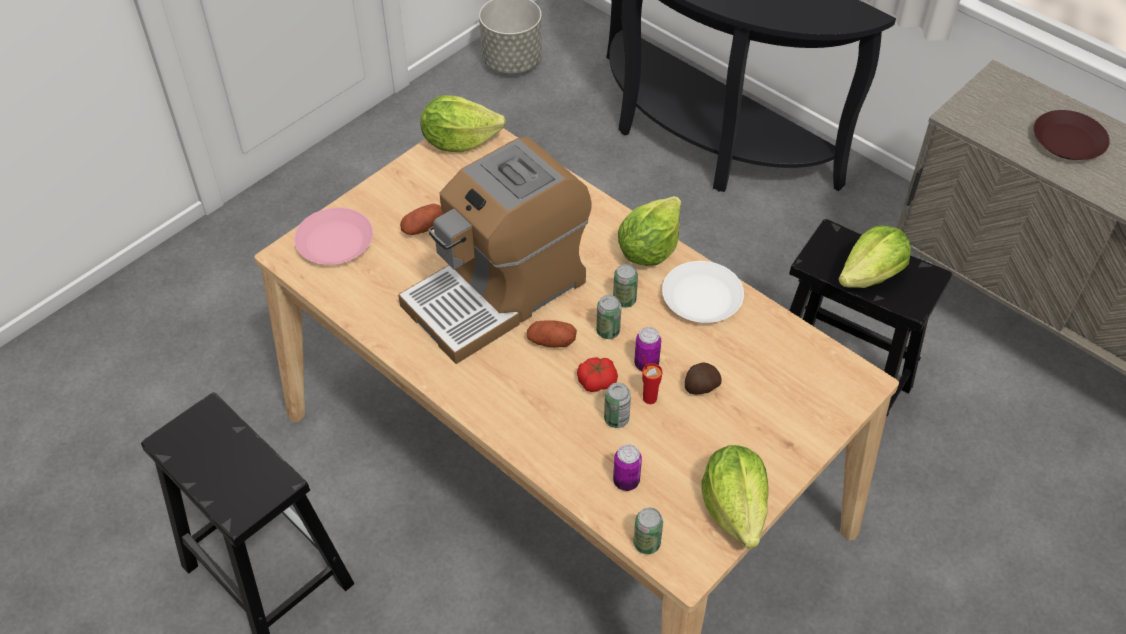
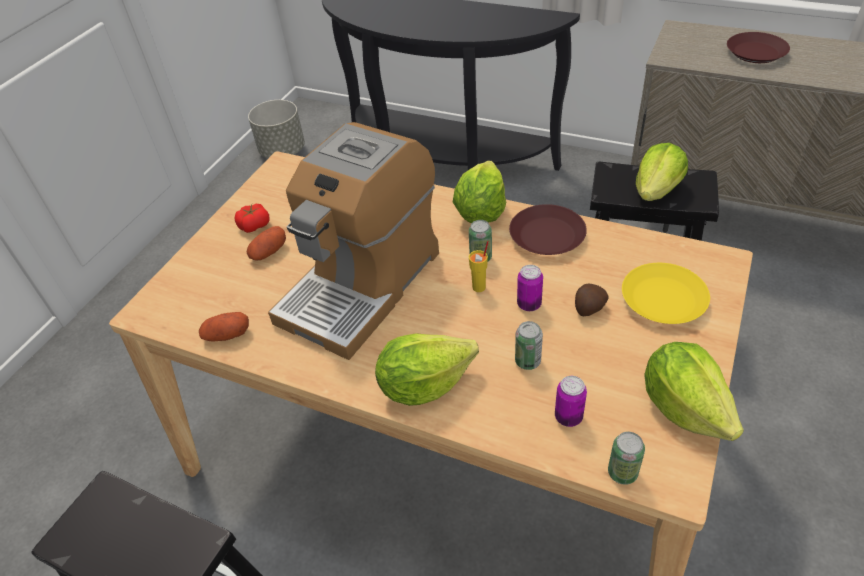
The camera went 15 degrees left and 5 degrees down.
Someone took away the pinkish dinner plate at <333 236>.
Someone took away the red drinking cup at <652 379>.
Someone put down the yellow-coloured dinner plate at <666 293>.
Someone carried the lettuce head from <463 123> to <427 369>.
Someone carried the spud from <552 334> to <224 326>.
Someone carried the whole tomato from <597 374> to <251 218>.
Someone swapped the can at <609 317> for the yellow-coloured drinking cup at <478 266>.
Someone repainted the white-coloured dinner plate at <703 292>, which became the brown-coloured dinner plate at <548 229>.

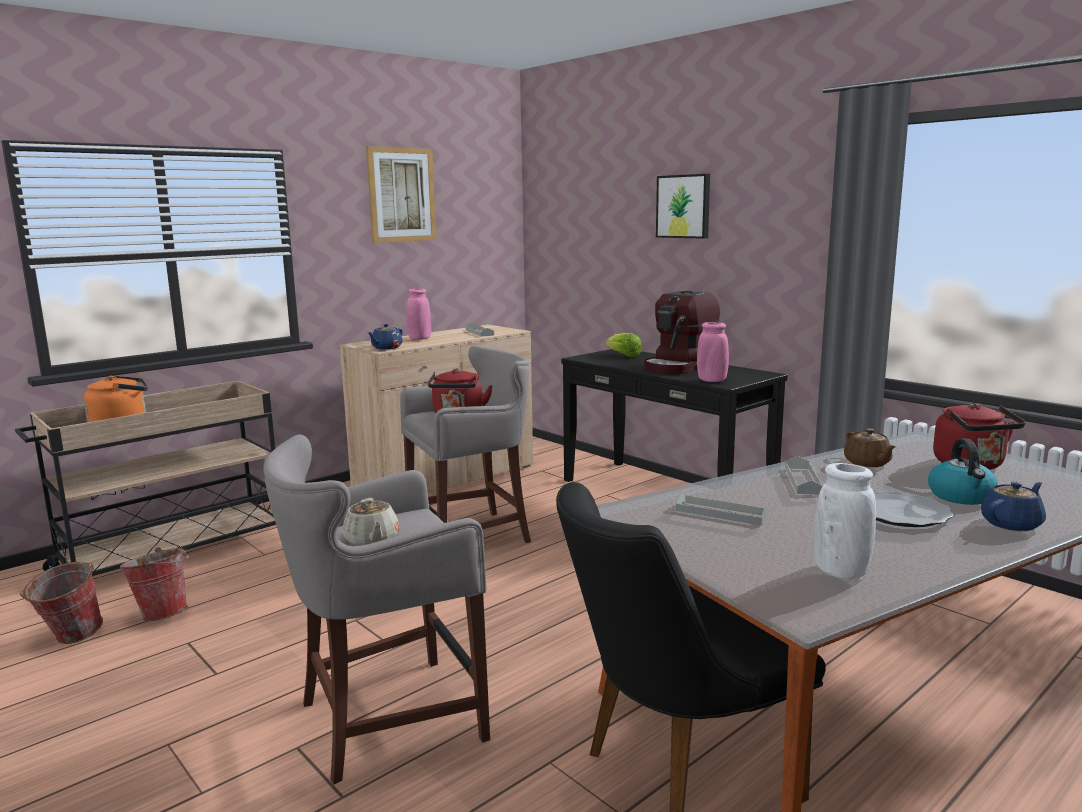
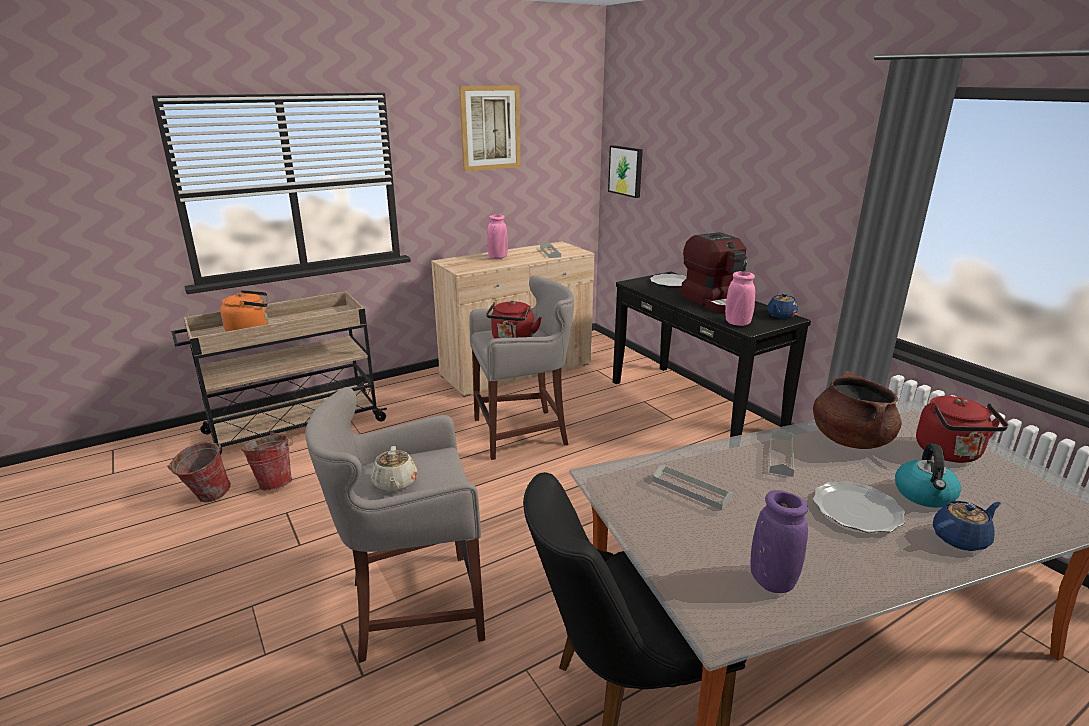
The camera went 10 degrees right and 10 degrees up.
Someone carried the bluish pot for tea from <385 336> to <782 306>.
Someone carried the picture from <683 206> to <625 171>.
Someone swapped the lettuce head at <623 345> for the dinner plate at <668 281>.
Someone swapped the brown-coloured pot for tea at <870 447> for the brown-coloured cooking pot at <857 410>.
Someone repainted the white-coloured vase at <845 521>, which became the purplish vase at <779 541>.
Someone rotated the coffee maker at <682 332> by 75 degrees counterclockwise.

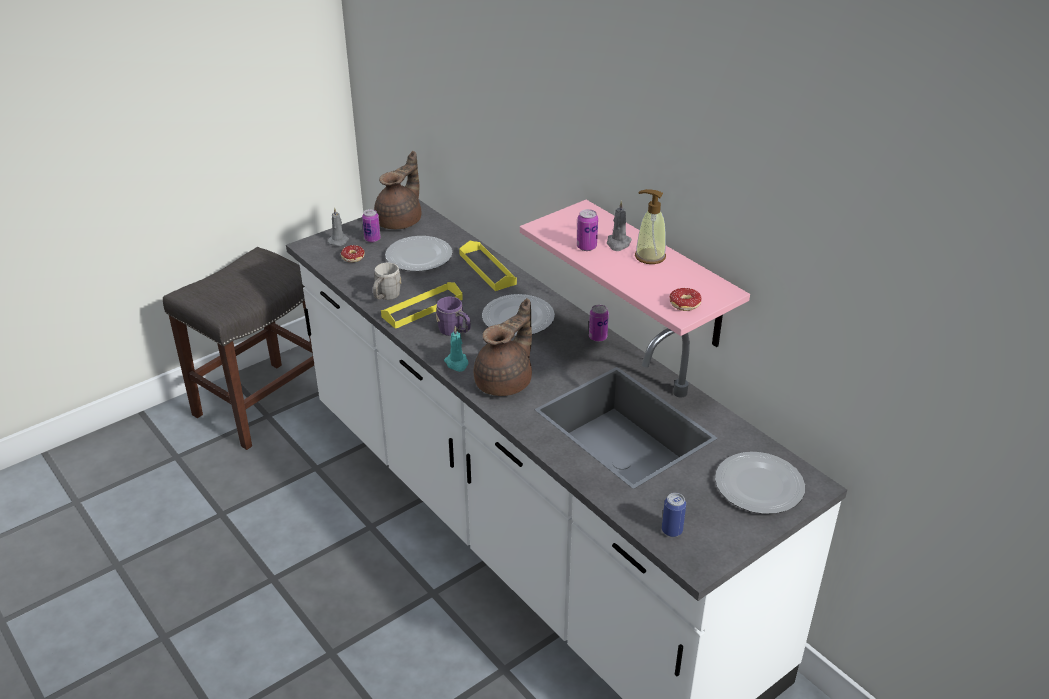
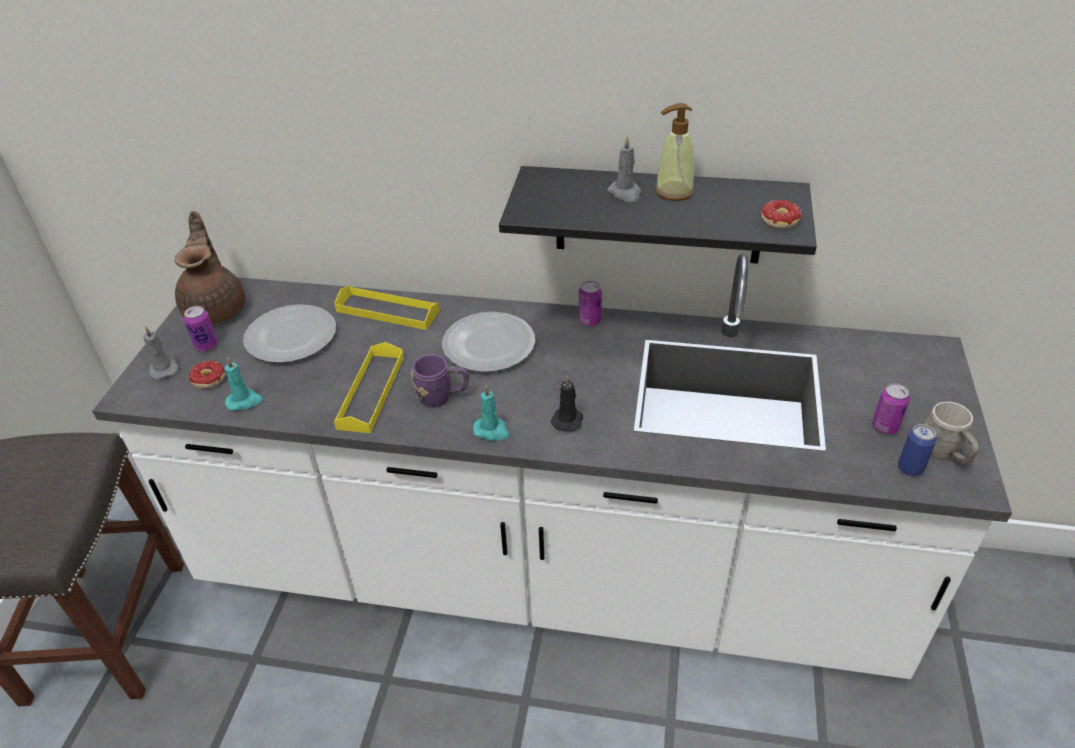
The camera went 40 degrees left and 5 degrees up.
Someone took away the dinner plate at <760 483>.
Someone put down the turquoise wax candle at <243 384>.
Someone carried the gray coffee mug from <387 281> to <952 432>.
Someone carried the can from <587 230> to <891 408>.
Someone swapped the brown-coloured pot for tea at <503 347> for the black wax candle at <567 403>.
Someone repainted the pinkish shelf at <635 273>, which became the black shelf at <658 215>.

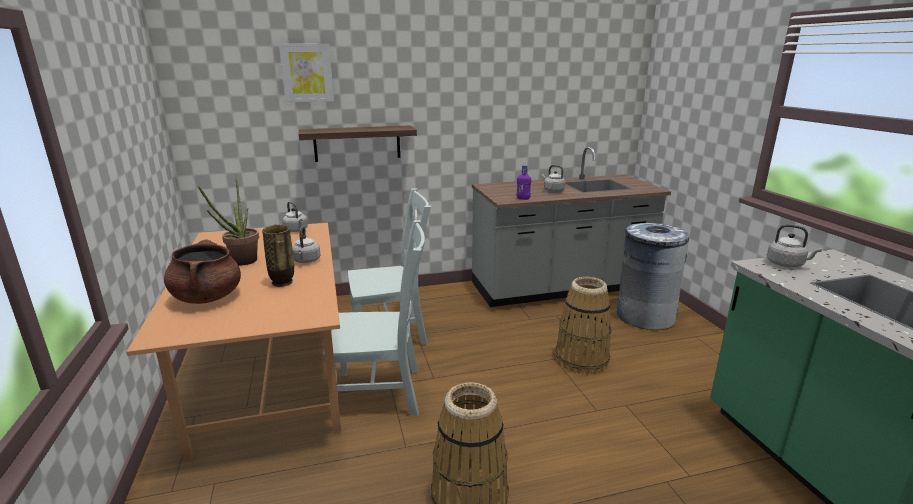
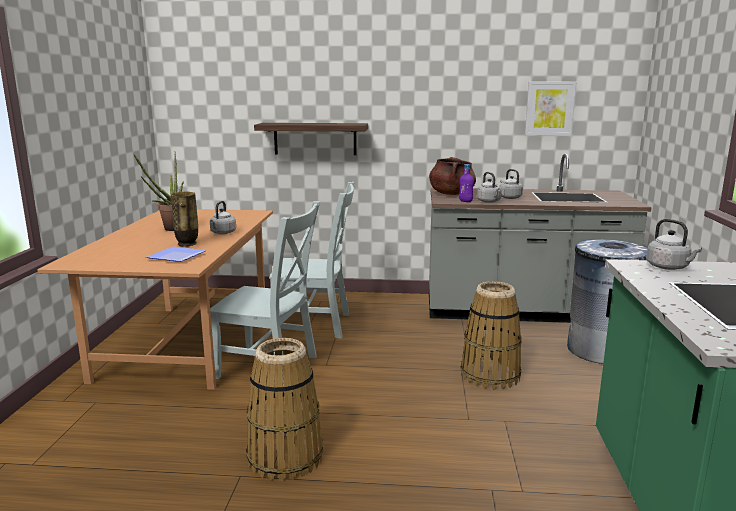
The camera went 20 degrees right and 5 degrees down.
Someone put down the dinner plate at <176 254>.
Someone carried the brown-coloured cooking pot from <202 271> to <452 176>.
Someone carried the picture from <306 72> to <550 109>.
Someone carried the gray water kettle from <295 216> to <489 187>.

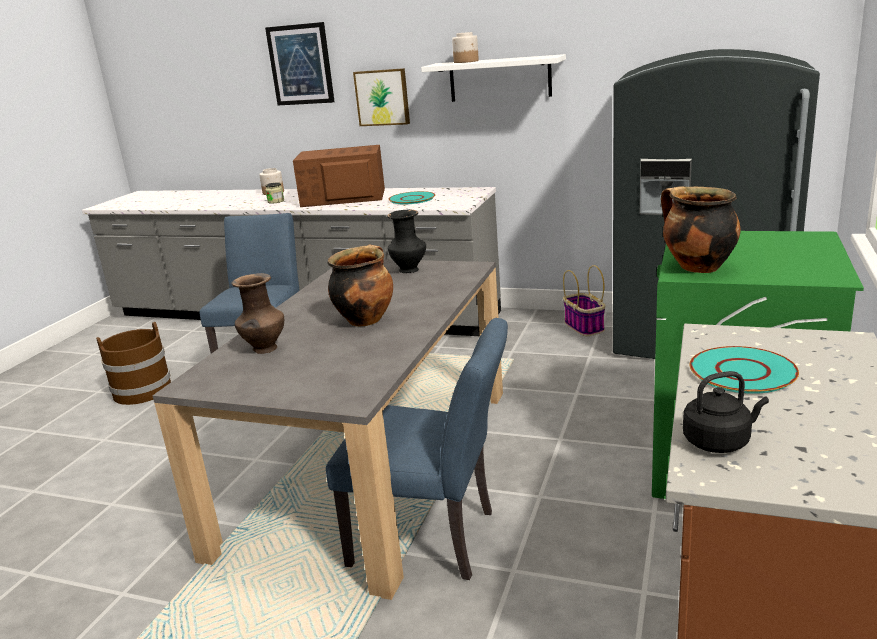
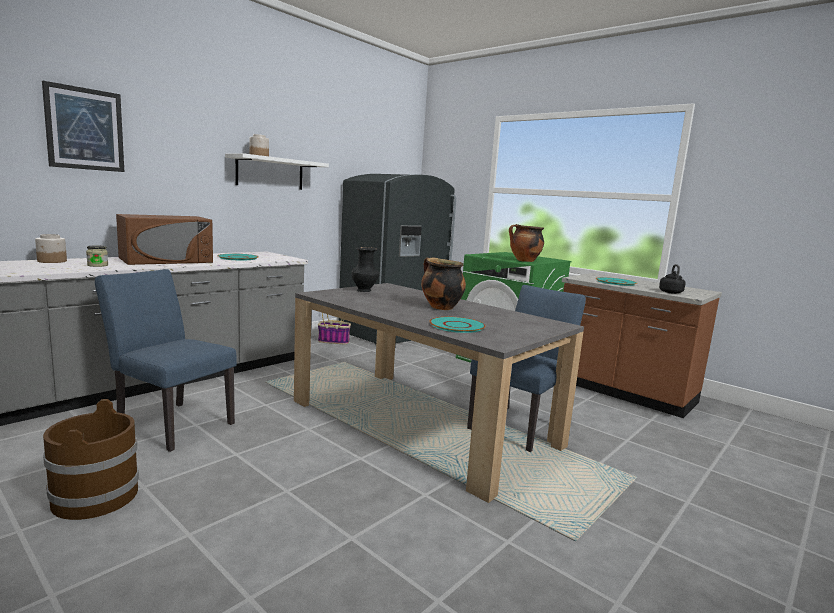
The camera went 70 degrees left and 10 degrees down.
Someone took away the picture at <381 97>.
Someone swapped the brown-coloured vase at <257 313> for the turquoise dinner plate at <457 325>.
Someone rotated the brown-coloured microwave oven at <339 176> by 150 degrees counterclockwise.

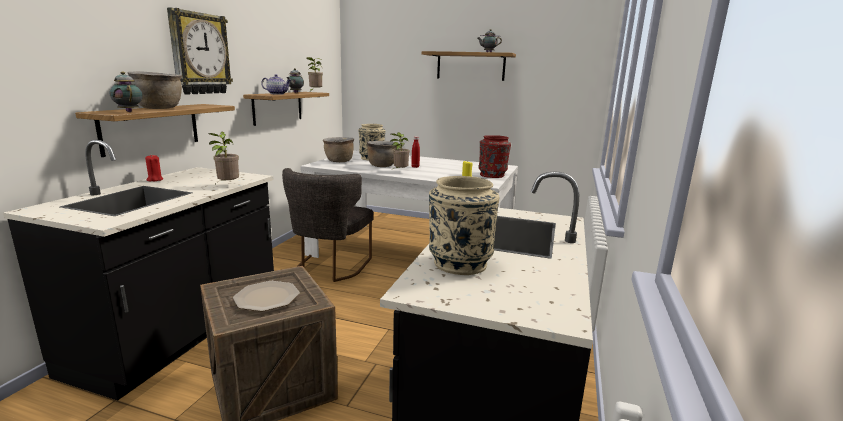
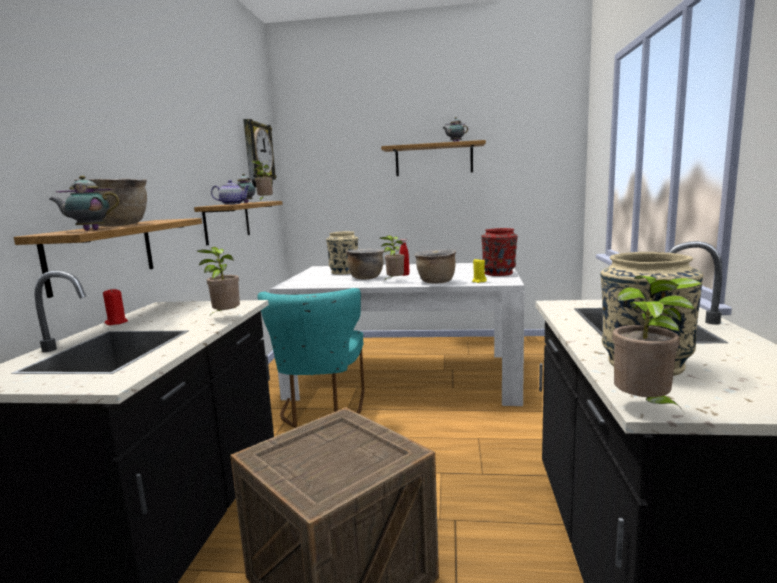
The camera went 10 degrees left and 5 degrees down.
Someone took away the dinner plate at <266 296>.
Someone put down the potted plant at <657 343>.
Someone carried the wall clock from <200 51> to <259 153>.
Someone carried the brown-coloured cooking pot from <338 149> to <435 266>.
Someone repainted the gray chair at <327 225>, which became the turquoise chair at <311 358>.
Someone rotated the pot for tea at <126 92> by 45 degrees counterclockwise.

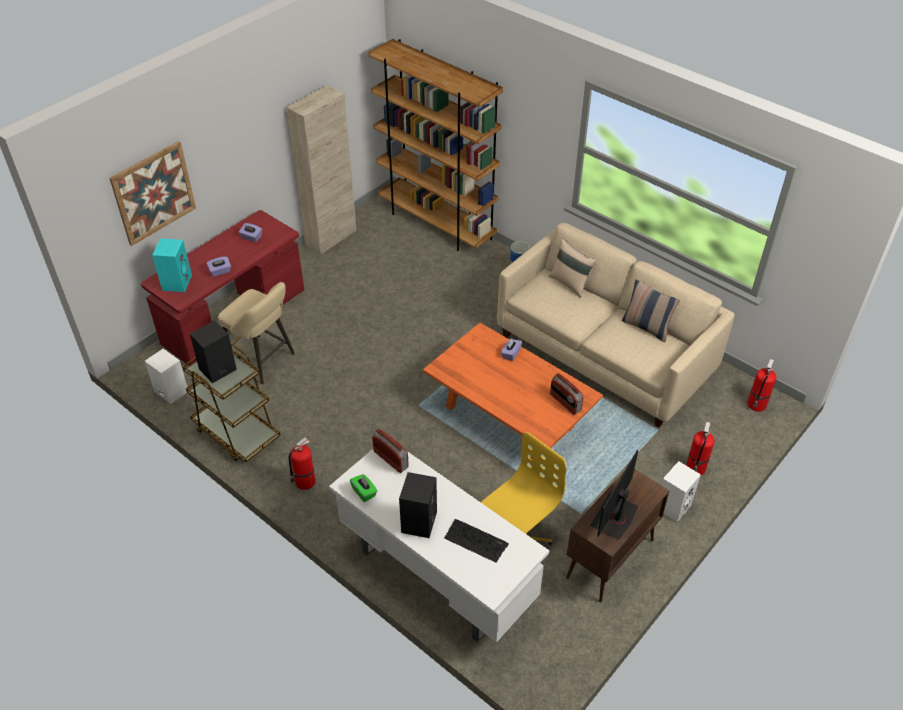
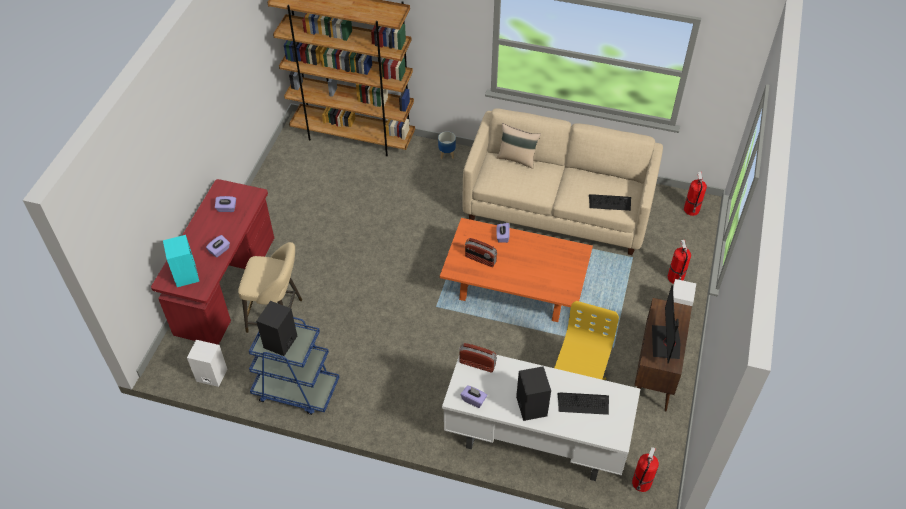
The camera went 25 degrees left and 5 degrees up.
Someone took away the picture at <153 193>.
Someone took away the beige storage cabinet at <321 170>.
Someone took away the throw pillow at <651 311>.
Someone put down the keyboard at <610 202>.
Someone carried the extinguisher from <302 463> to <645 469>.
Someone carried the radio from <567 394> to <481 252>.
Someone repainted the brown-coloured cart at <231 403>, which became the bluish cart at <294 366>.
Someone repainted the green box of tissues at <363 488>, which became the purplish box of tissues at <474 396>.

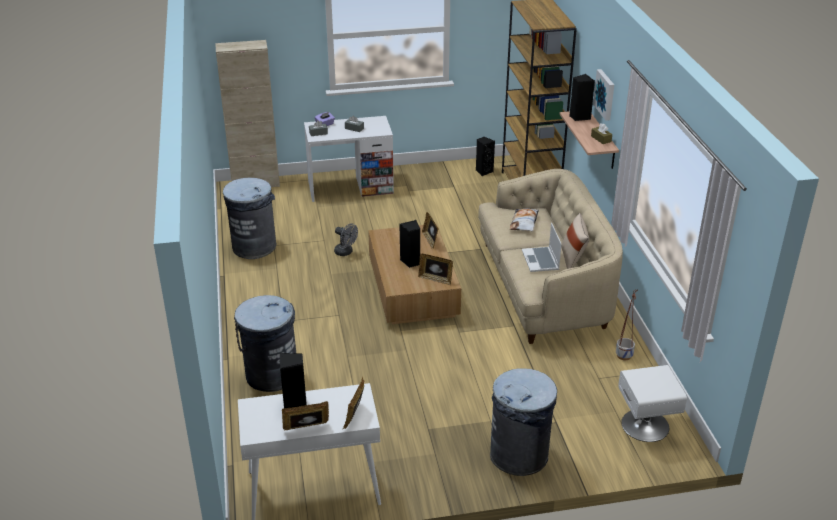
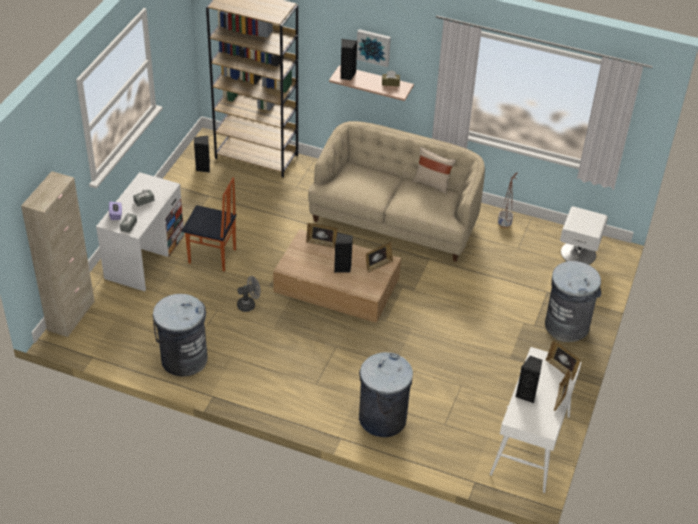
The camera went 60 degrees left and 10 degrees up.
Someone took away the throw pillow at <524 220>.
Someone took away the notebook computer at <542 247>.
Someone put down the chair at <209 224>.

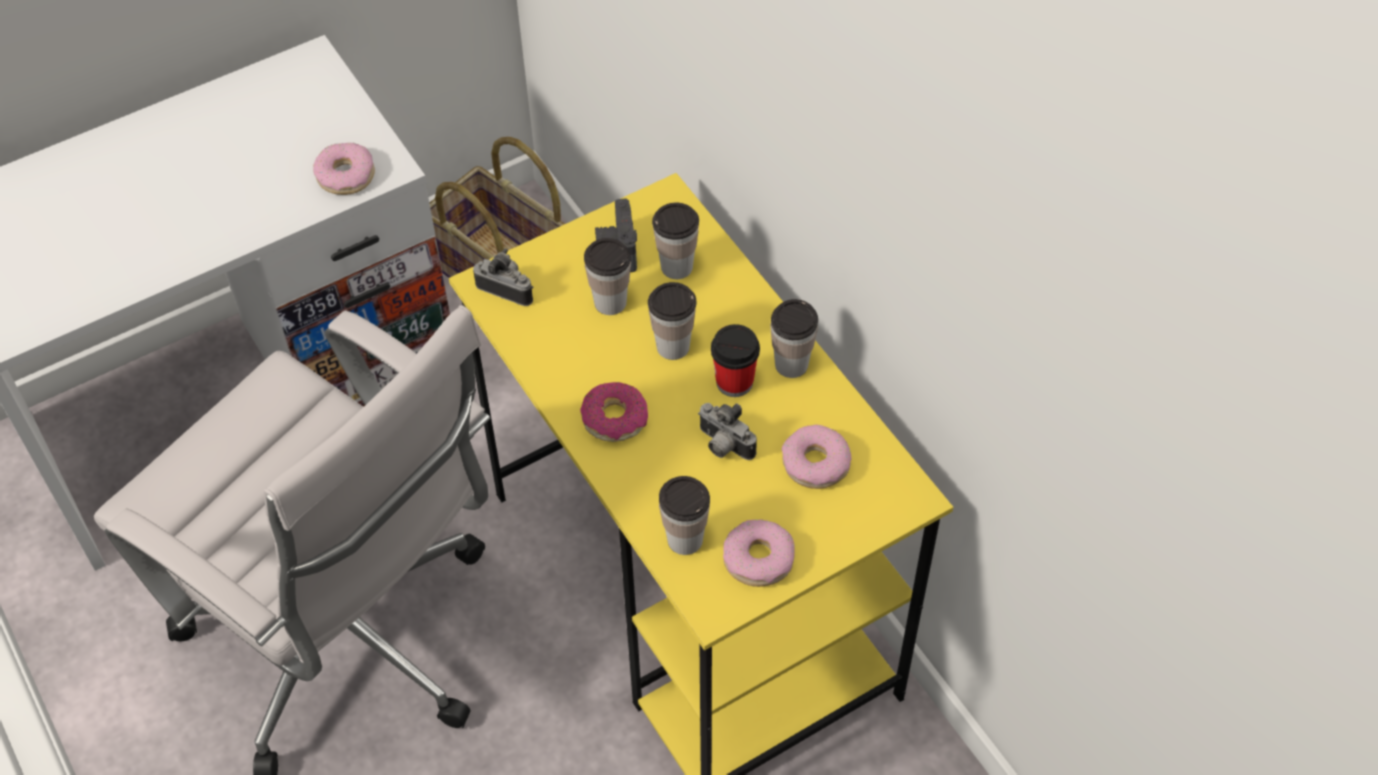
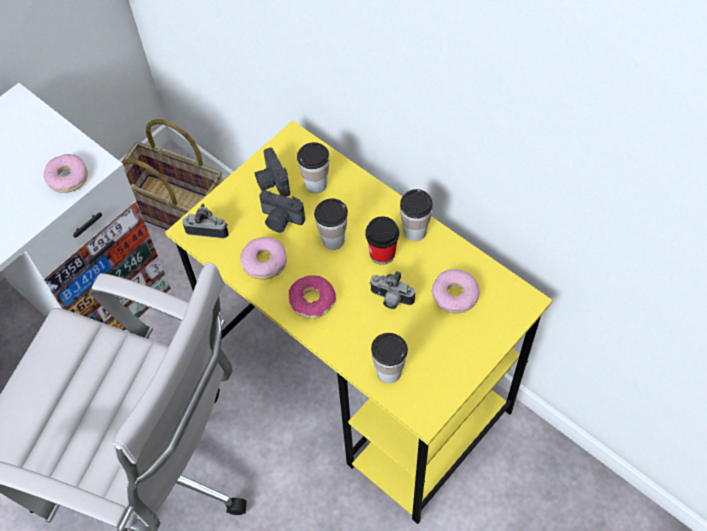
The camera went 15 degrees left and 5 degrees up.
Someone carried the donut from <759 553> to <263 258>.
Someone swapped the drinking cup at <607 276> for the still camera at <282 211>.

